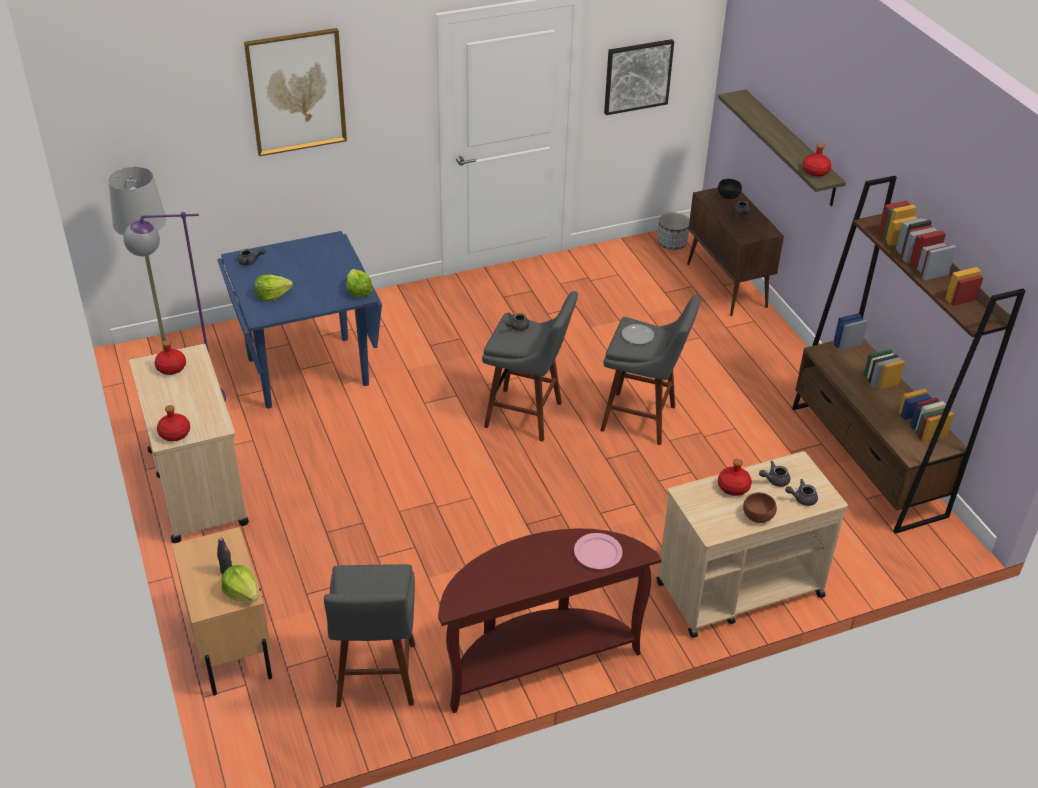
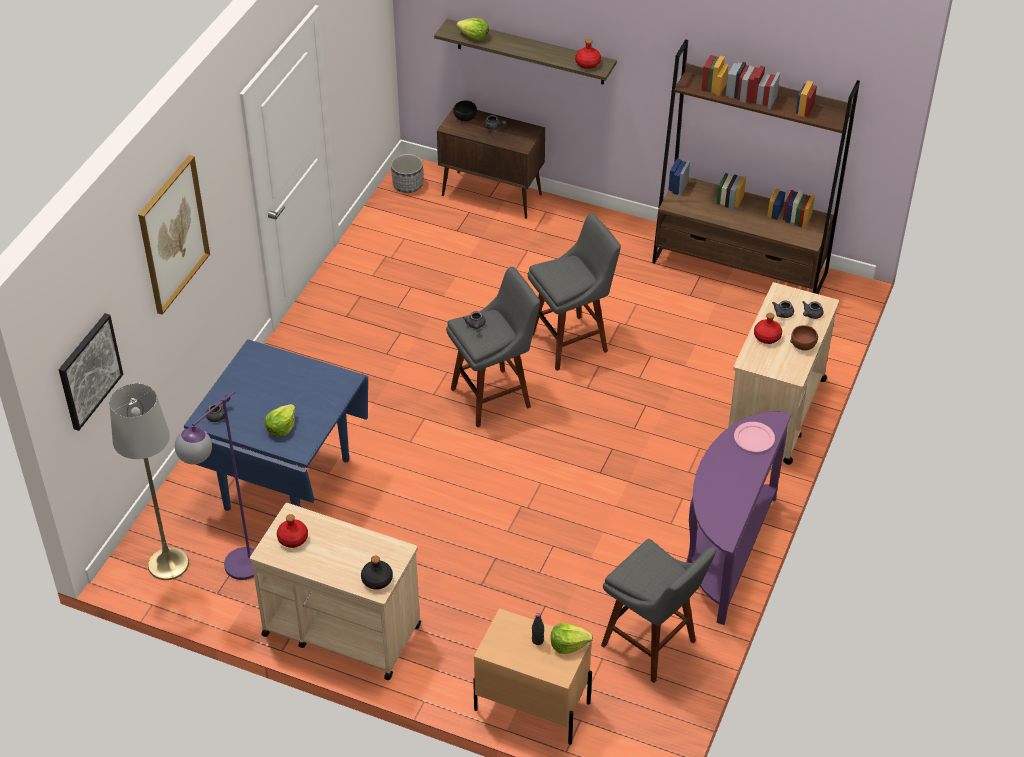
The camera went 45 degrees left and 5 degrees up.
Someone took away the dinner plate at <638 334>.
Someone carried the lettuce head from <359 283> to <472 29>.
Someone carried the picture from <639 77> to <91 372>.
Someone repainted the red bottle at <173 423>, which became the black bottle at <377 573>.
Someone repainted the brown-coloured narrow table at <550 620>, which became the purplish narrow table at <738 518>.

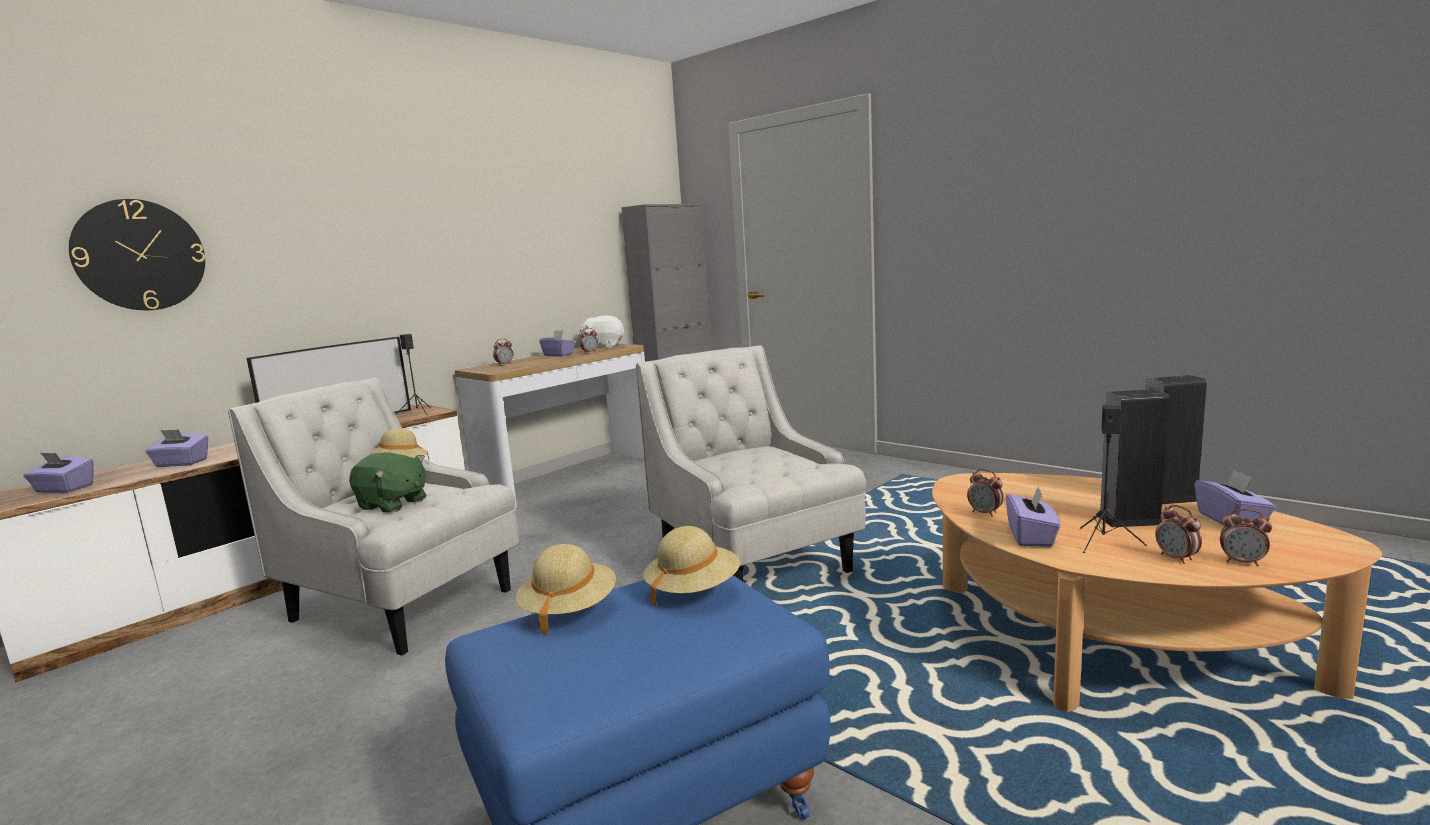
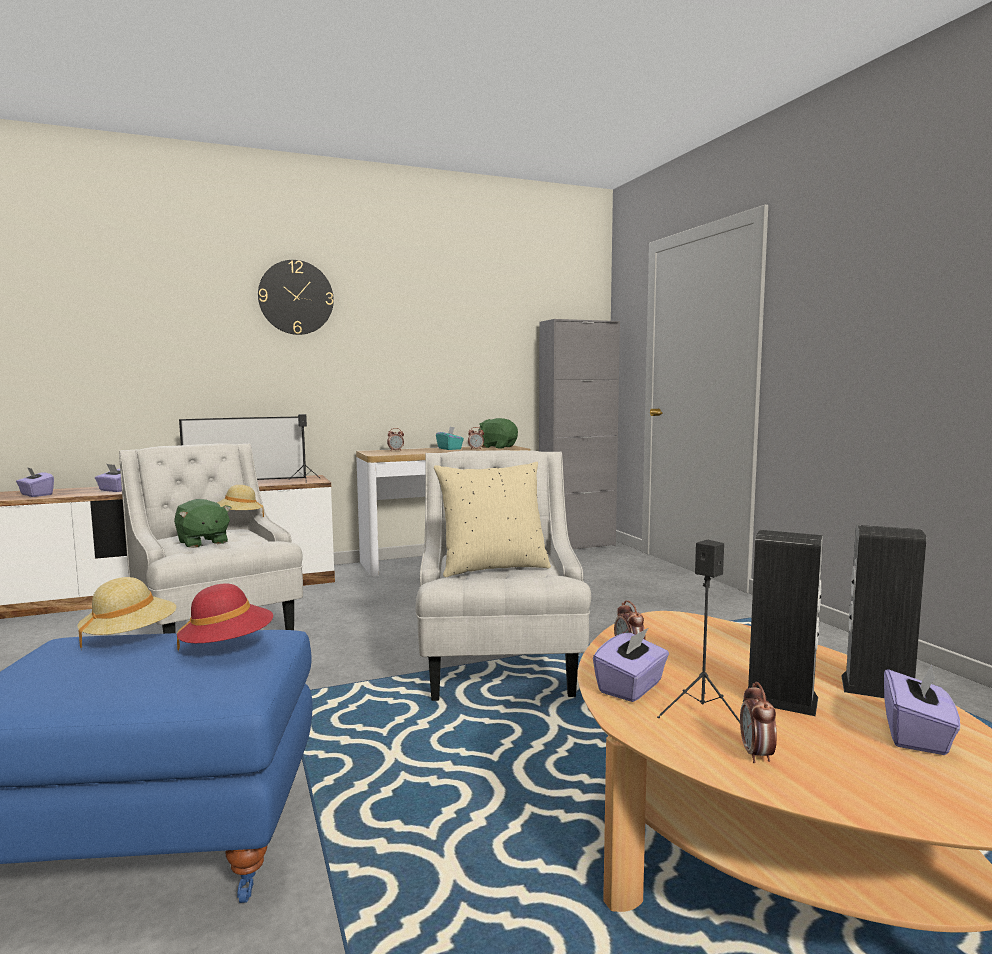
The camera went 25 degrees right and 5 degrees down.
Someone took away the alarm clock at <1246 538>.
Someone put down the beige throw pillow at <492 519>.
Someone carried the wall clock from <137 254> to <296 297>.
Someone repainted the purplish box of tissues at <557 343>, which became the turquoise box of tissues at <450 438>.
Someone repainted the white-coloured cuddly toy at <601 331>, which became the green cuddly toy at <498 433>.
Someone repainted the beige hat at <691 567>, which became the red hat at <225 617>.

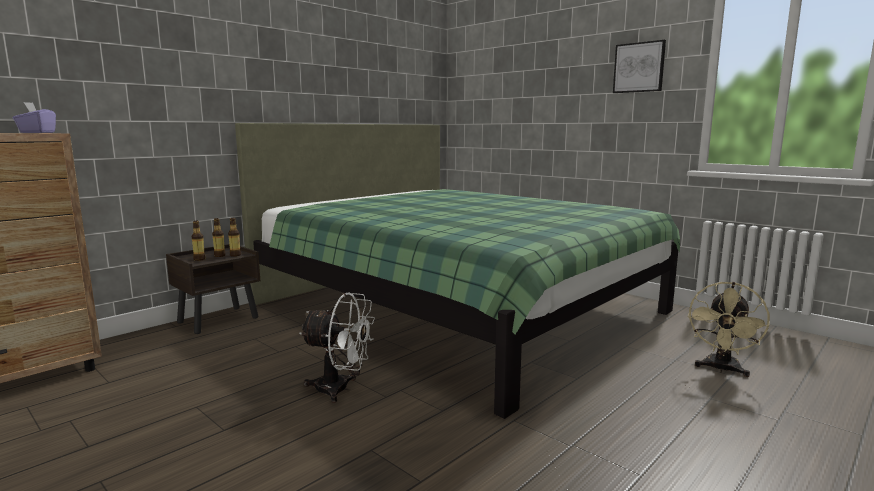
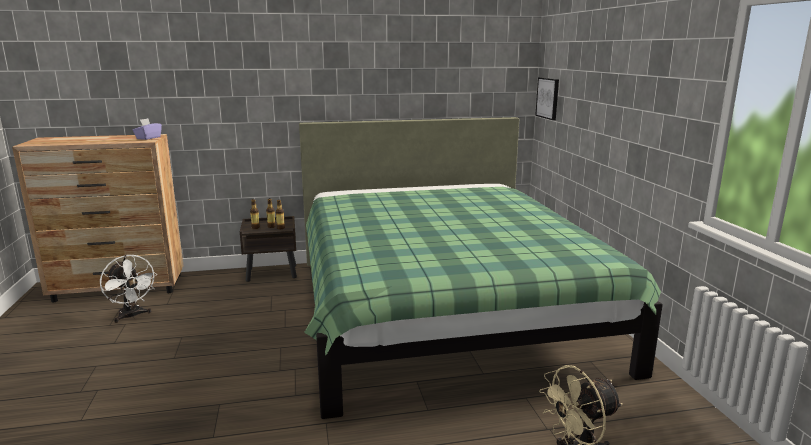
The camera went 35 degrees right and 5 degrees up.
Someone carried the white-coloured electric fan from <337 347> to <128 289>.
Someone carried the picture from <639 66> to <547 98>.

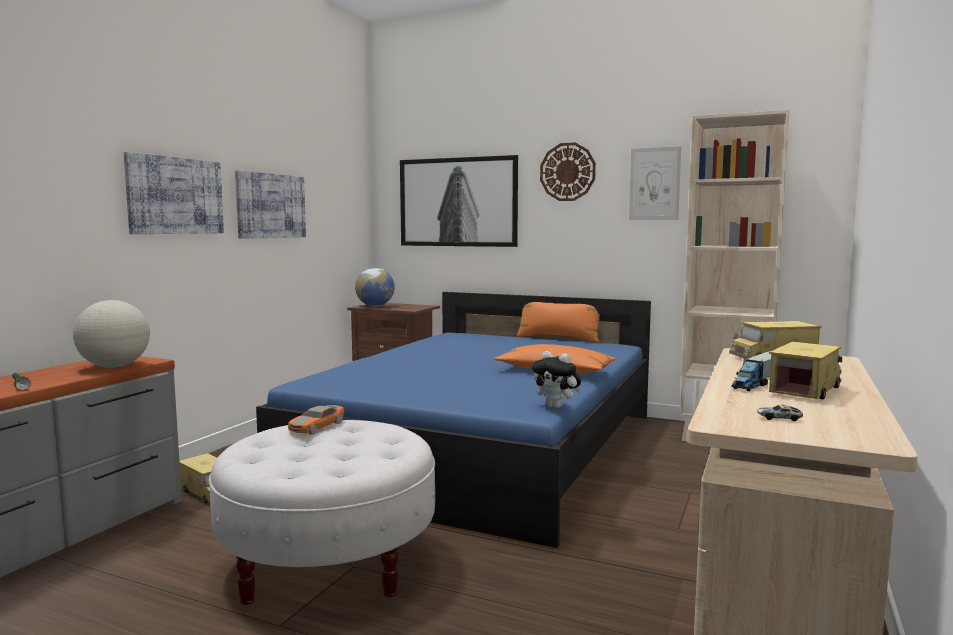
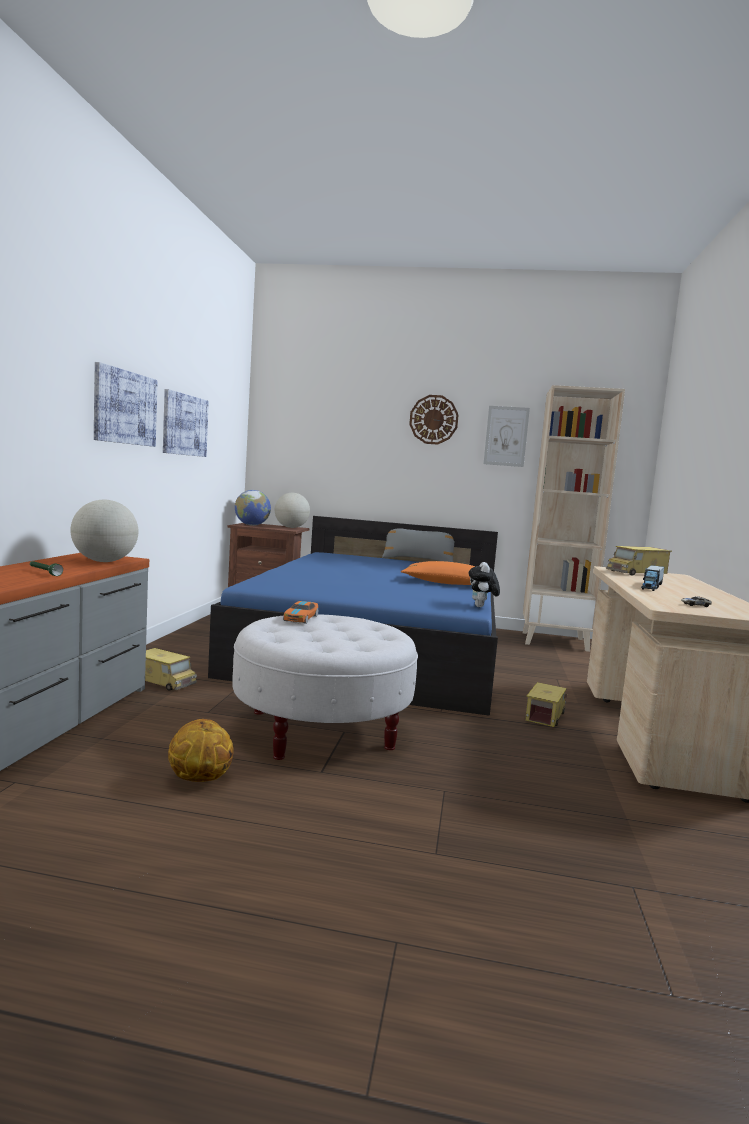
The camera went 15 degrees left and 0 degrees up.
Someone took away the picture at <459 201>.
Someone put down the basketball ball at <201 750>.
Someone put down the globe at <292 510>.
Someone carried the toy lorry from <805 370> to <546 704>.
Someone repainted the orange throw pillow at <558 322>, which became the gray throw pillow at <418 545>.
Someone rotated the cuddly toy at <556 379> by 75 degrees clockwise.

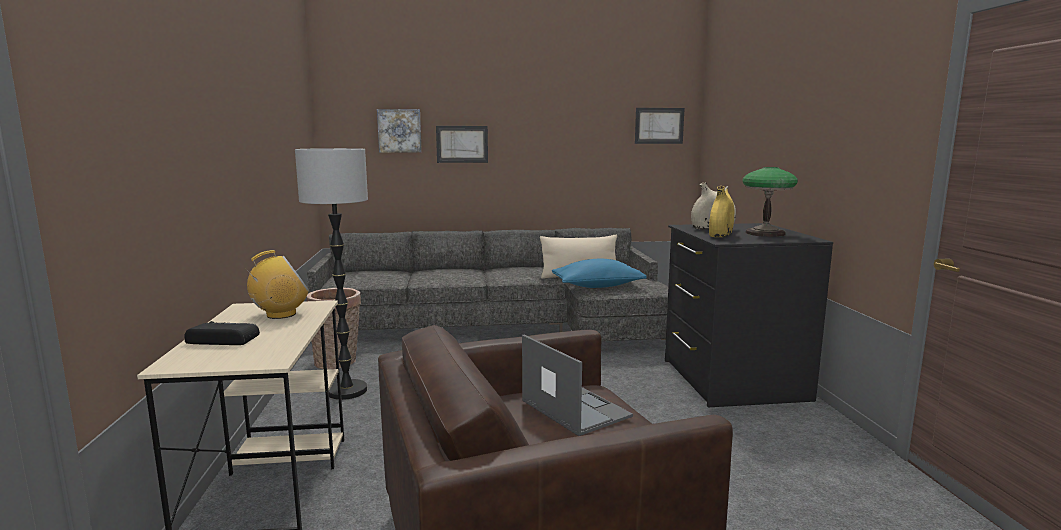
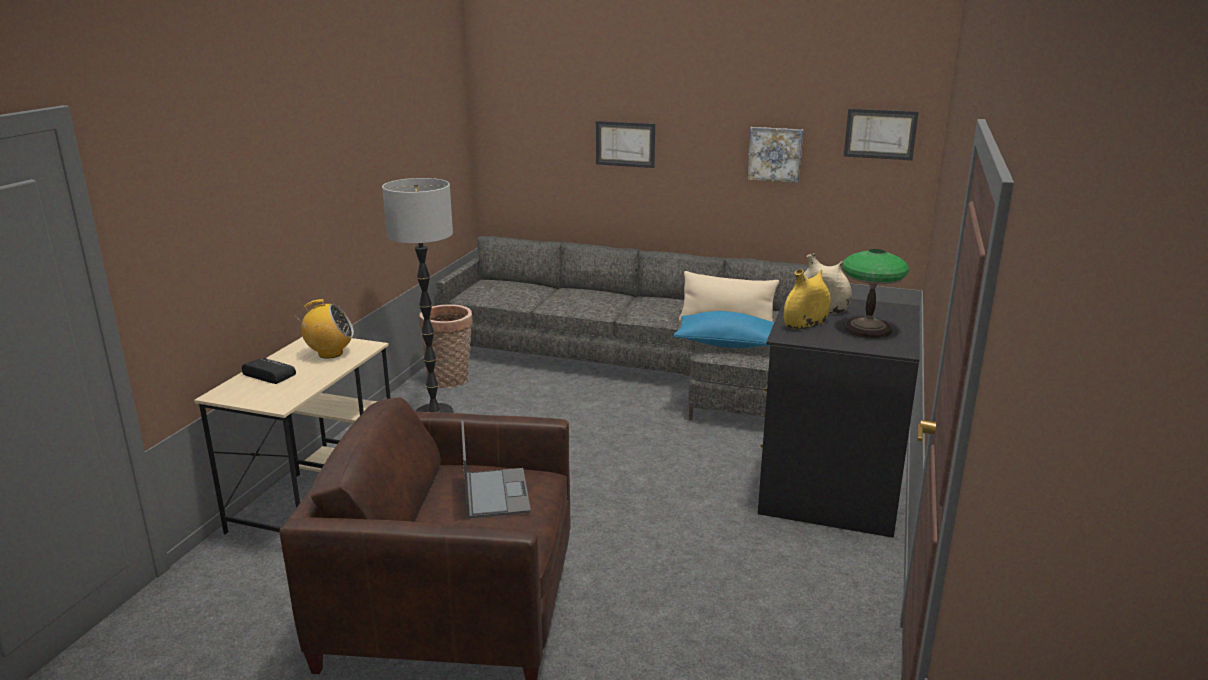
The camera went 25 degrees right and 10 degrees up.
Someone carried the picture from <399 131> to <775 155>.

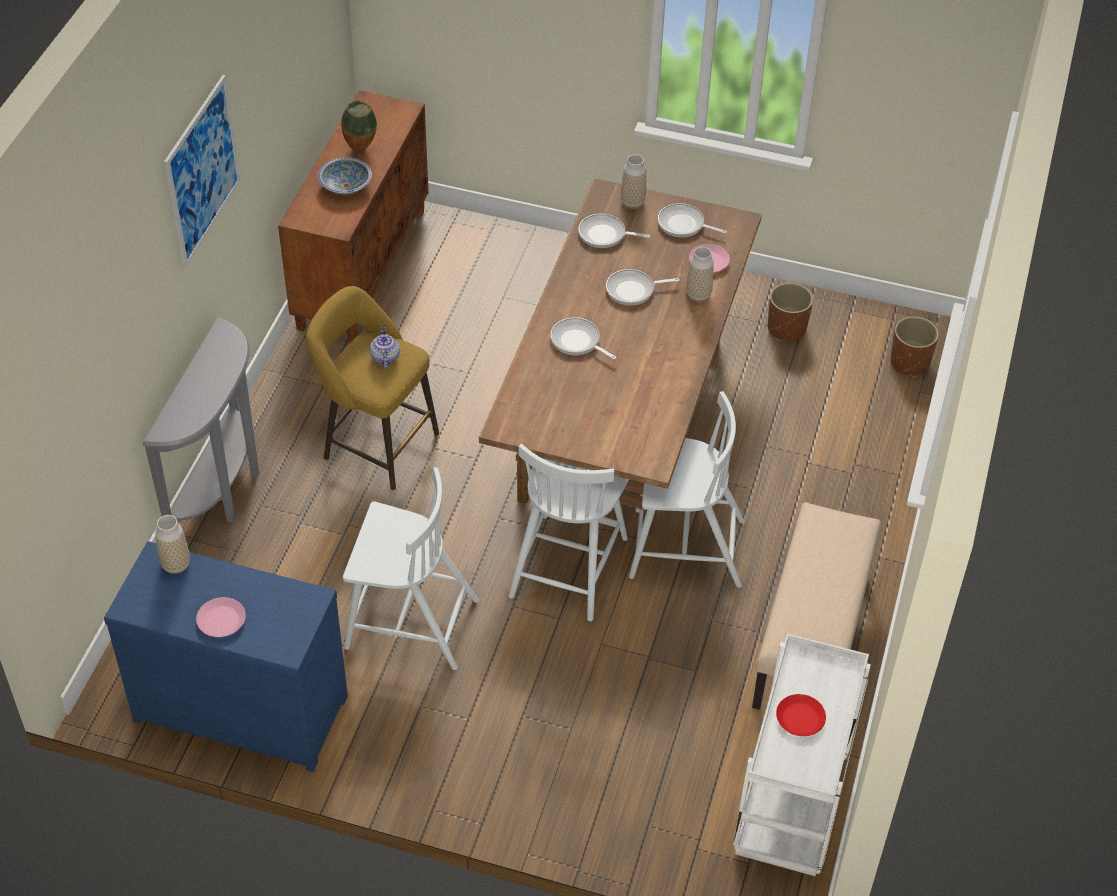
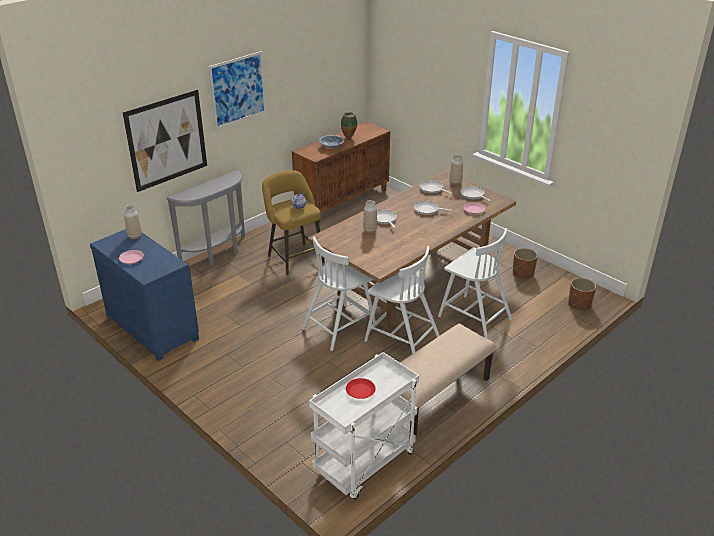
The camera went 30 degrees right and 15 degrees down.
Someone put up the picture at <165 141>.
Someone carried the white-coloured chair from <411 569> to <475 283>.
Someone carried the vase from <700 274> to <370 216>.

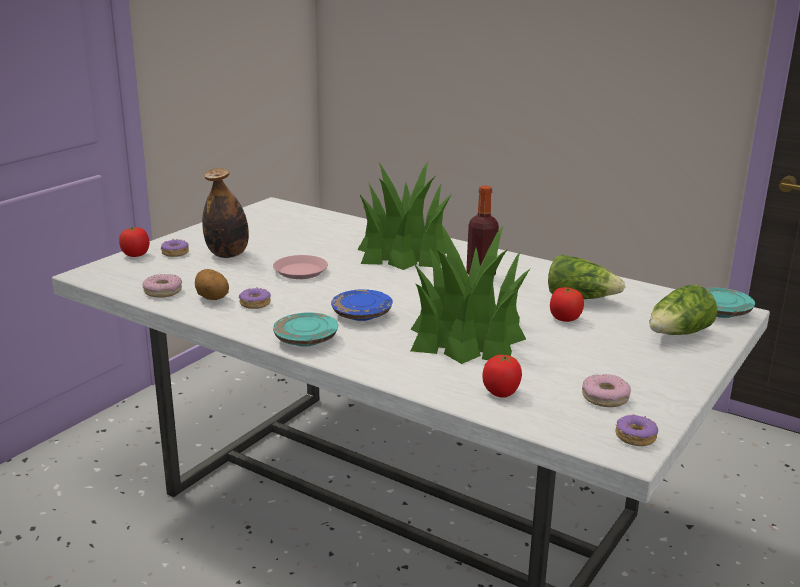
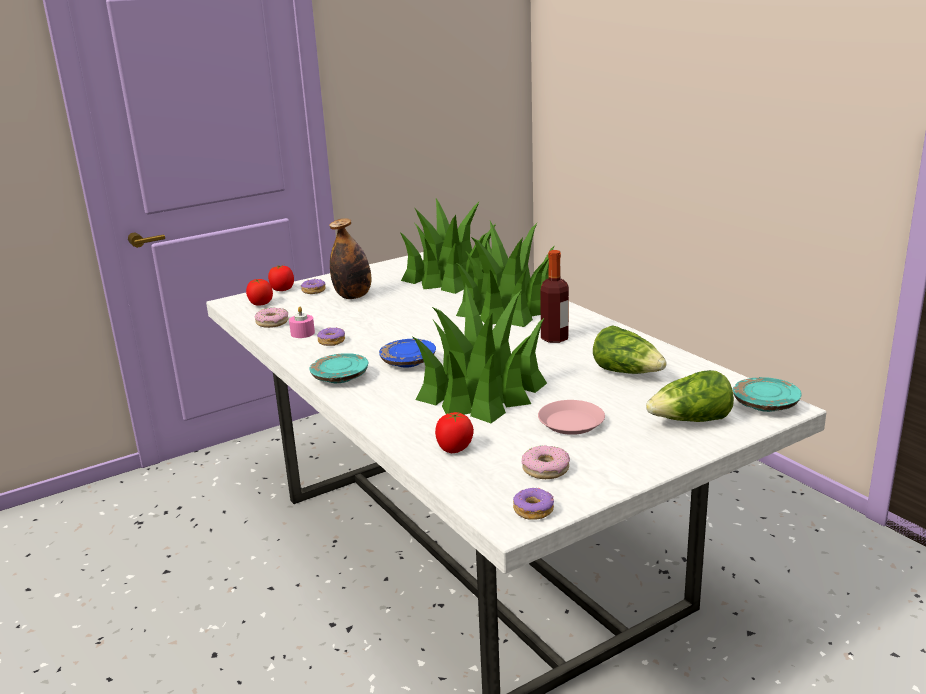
The camera went 25 degrees right and 0 degrees up.
Someone put down the potted plant at <448 246>.
Someone carried the pinkish dinner plate from <300 267> to <571 417>.
Someone carried the whole tomato from <567 304> to <259 292>.
Someone swapped the spud at <212 284> for the pinkish wax candle at <302 322>.

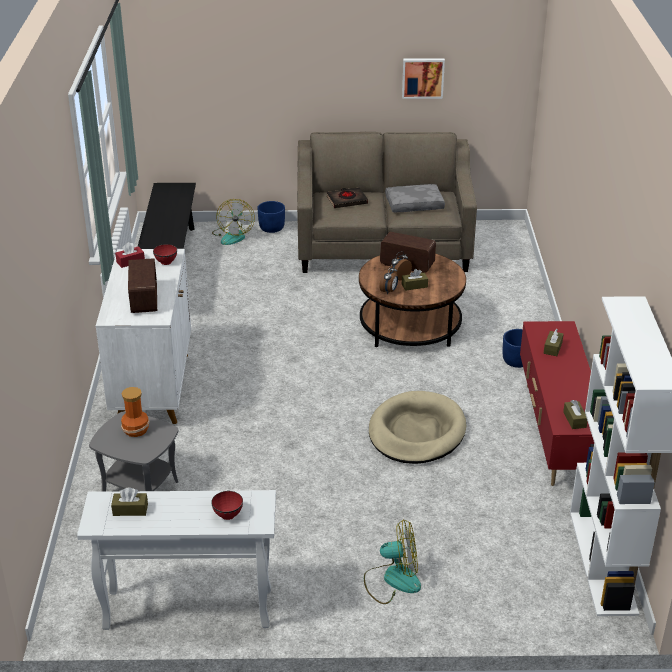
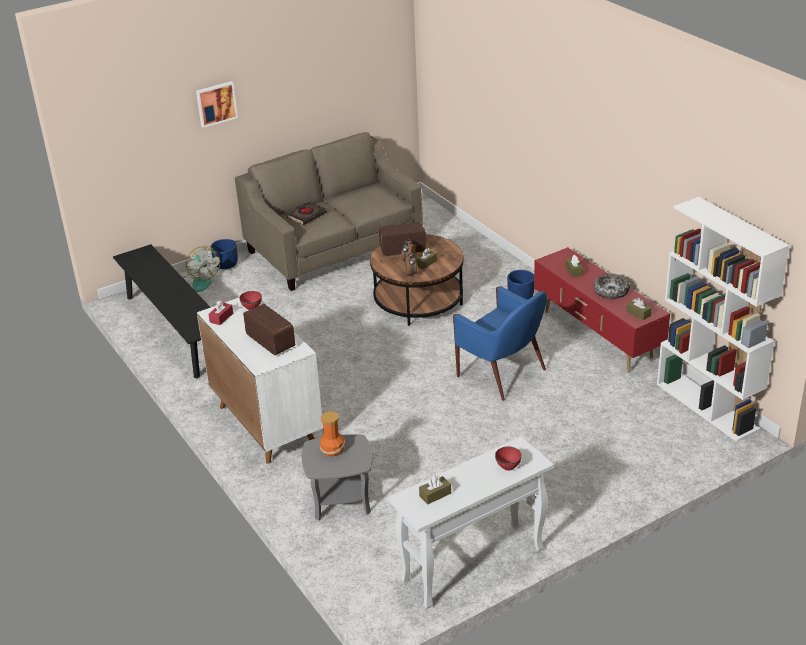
The camera went 30 degrees left and 0 degrees up.
Someone took away the electric fan at <392 562>.
Someone took away the gray throw pillow at <415 198>.
Someone put down the serving bowl at <611 286>.
Someone carried the picture from <423 78> to <217 104>.
Someone swapped the beige dog cushion at <417 427> for the bluish armchair at <500 343>.

